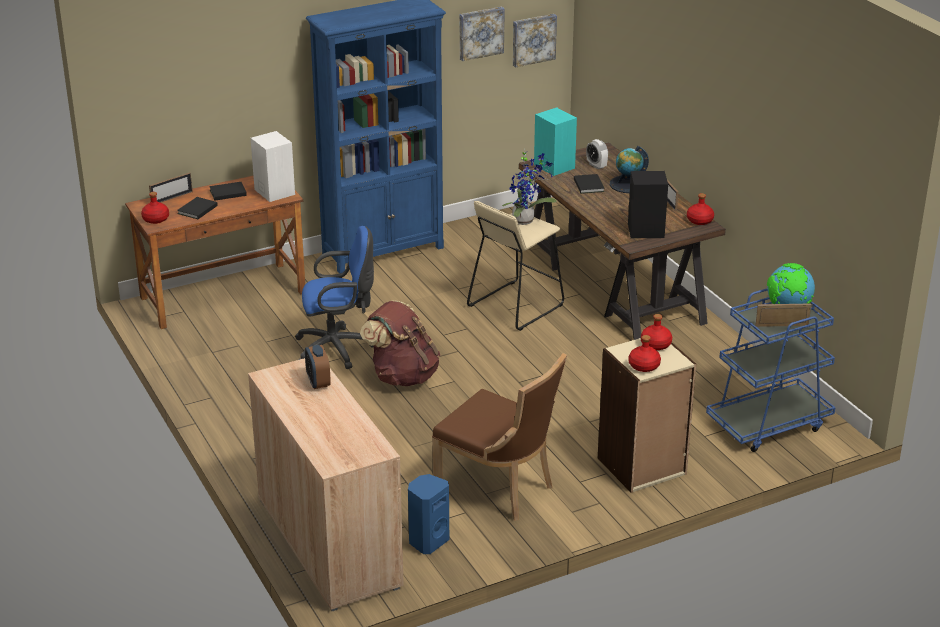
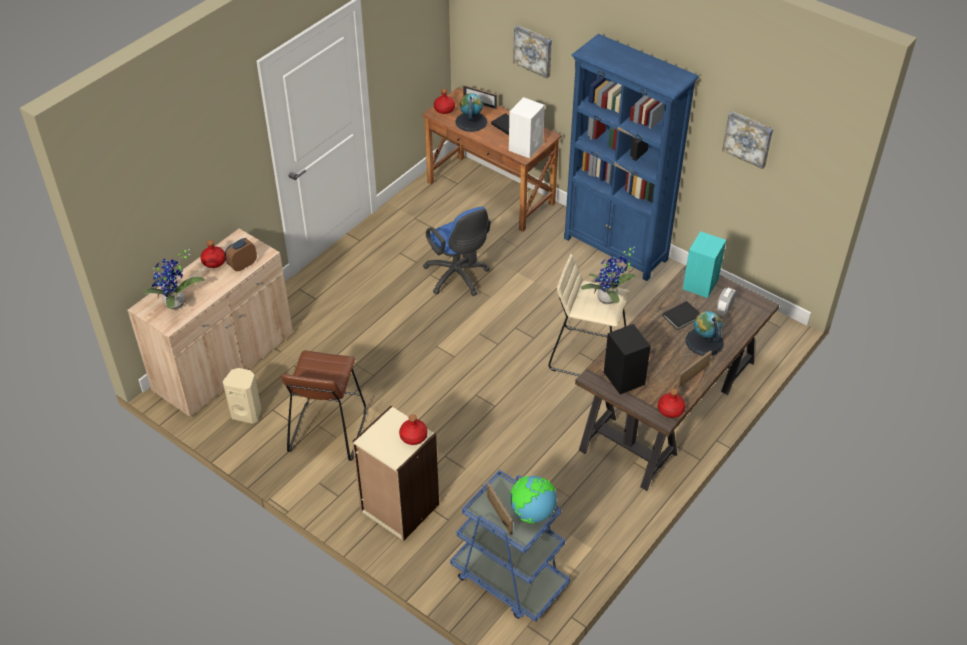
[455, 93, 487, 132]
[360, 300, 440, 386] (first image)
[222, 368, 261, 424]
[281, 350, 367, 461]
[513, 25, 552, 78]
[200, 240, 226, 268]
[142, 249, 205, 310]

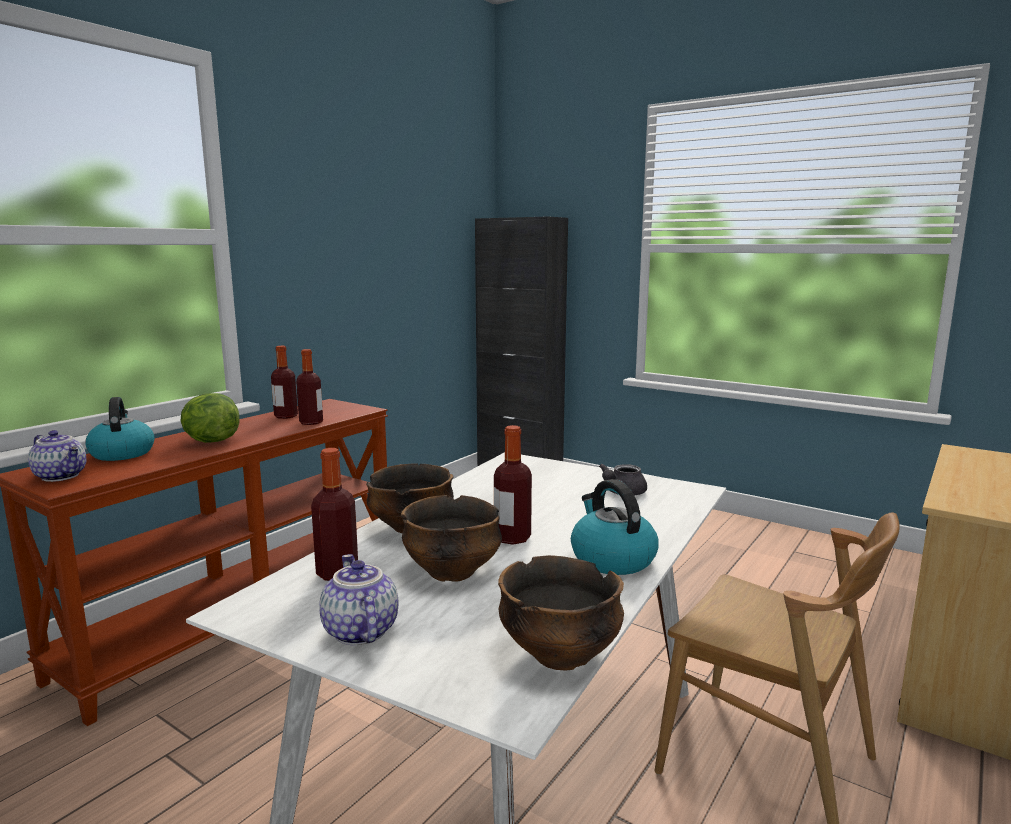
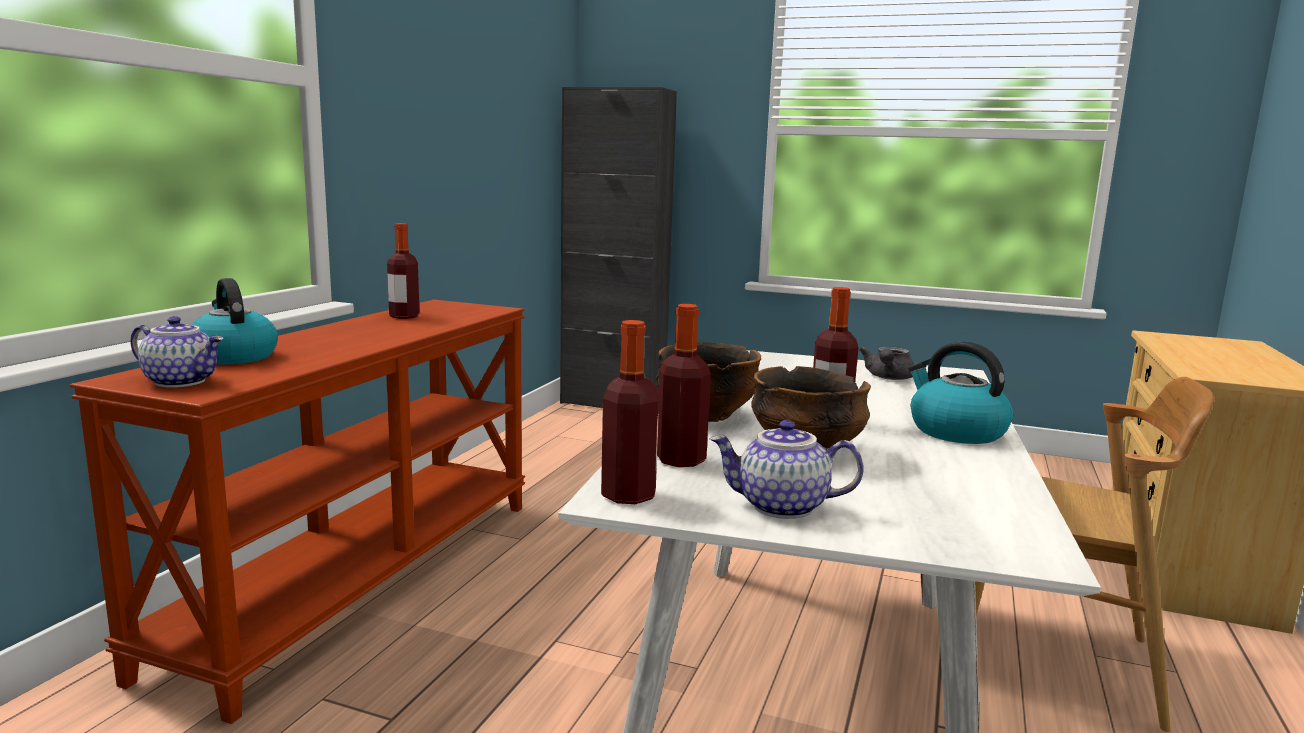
[180, 393, 240, 443] (first image)
[601, 320, 659, 504]
[709, 420, 864, 519]
[498, 555, 624, 671] (first image)

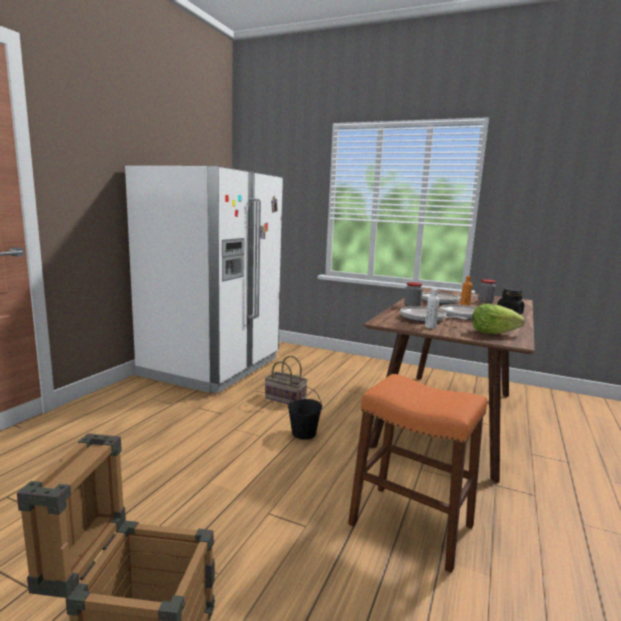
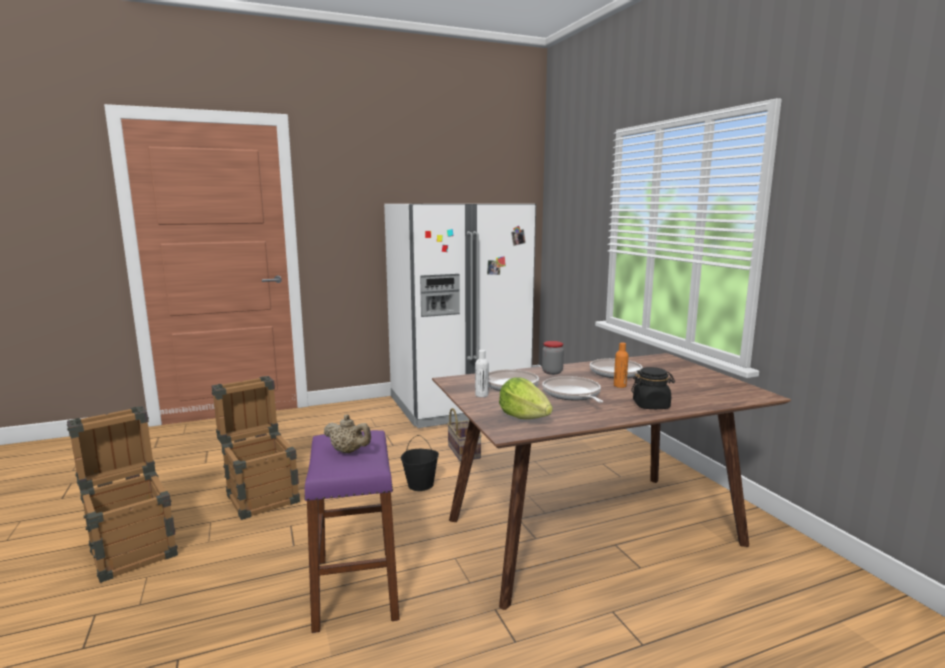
[304, 430, 399, 633]
[478, 279, 496, 303] (first image)
[211, 376, 300, 520]
[323, 414, 371, 453]

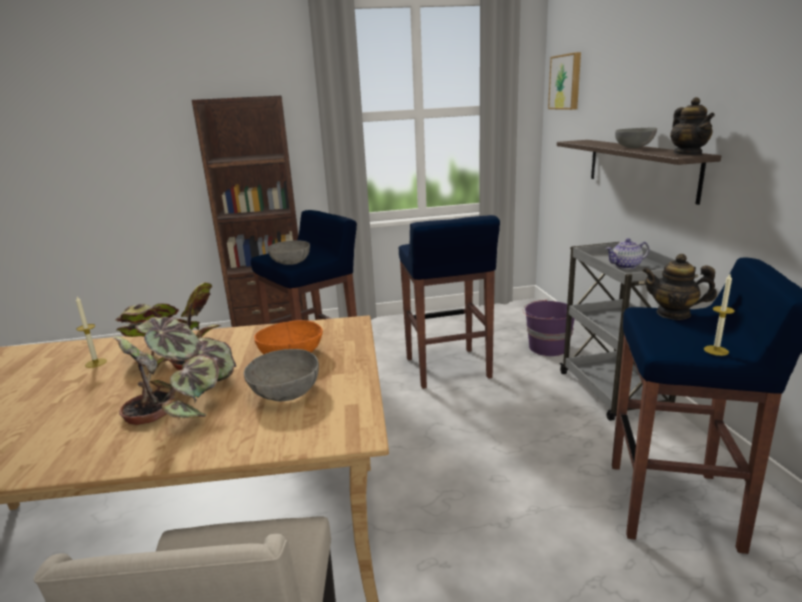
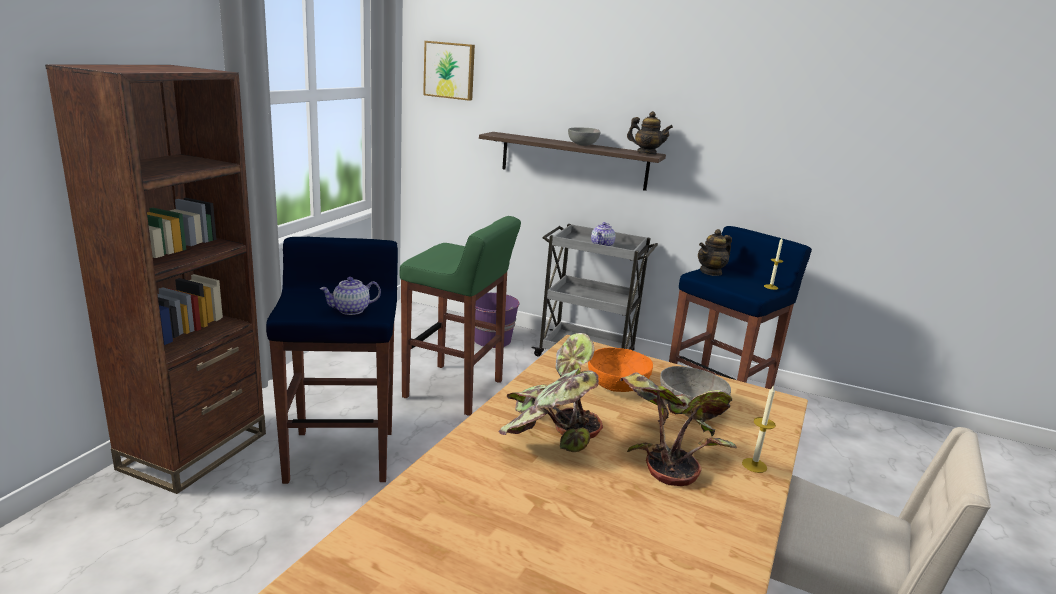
[742, 385, 776, 473]
[320, 277, 381, 315]
[400, 216, 521, 416]

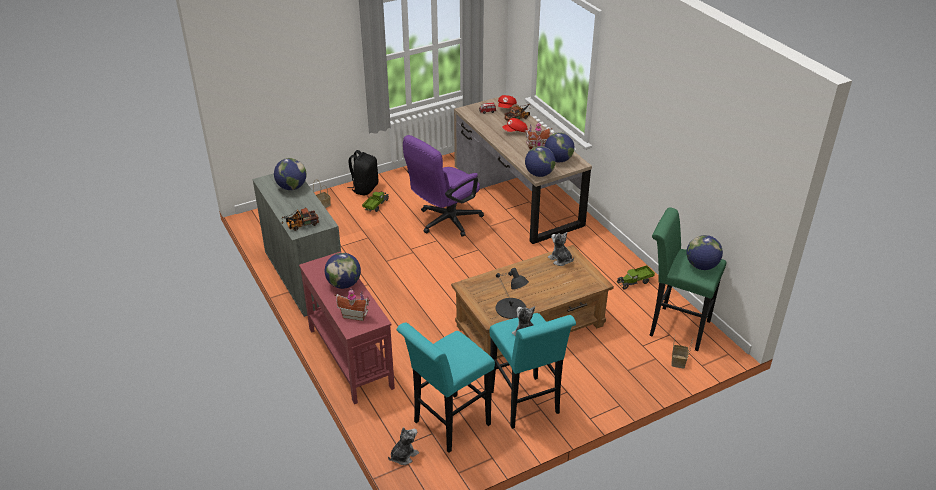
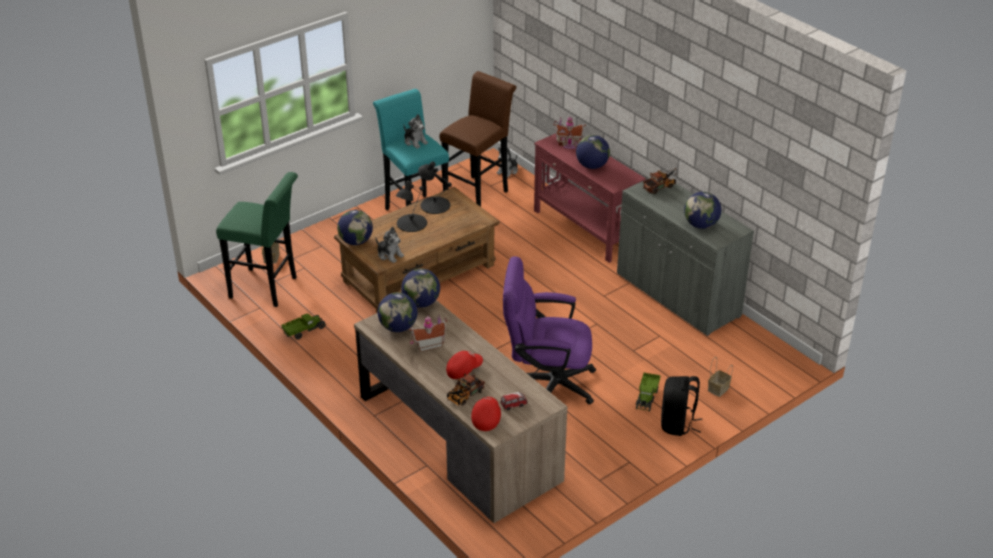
[439, 71, 516, 207]
[503, 256, 596, 404]
[337, 210, 373, 245]
[396, 181, 427, 232]

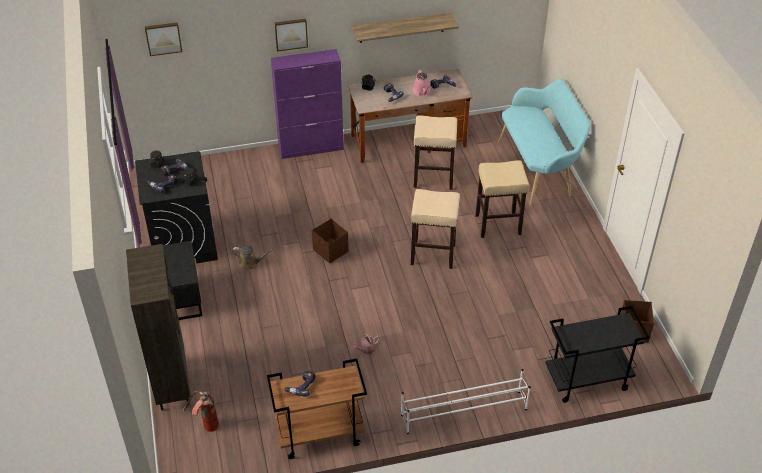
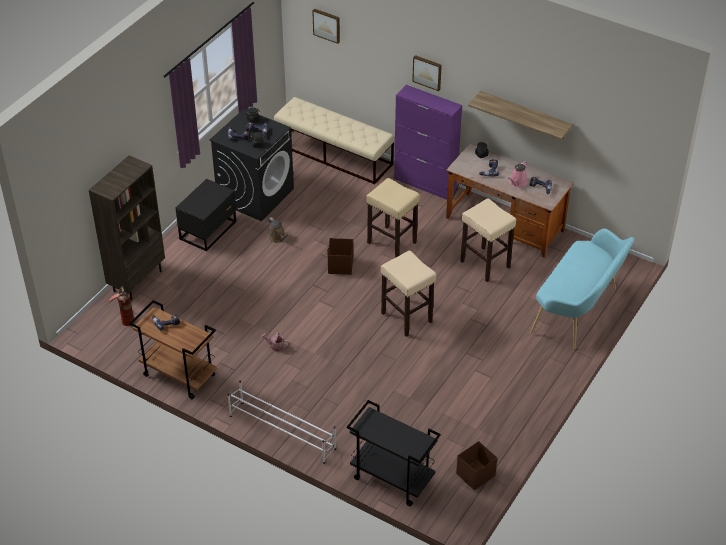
[366, 178, 420, 258]
[274, 97, 395, 185]

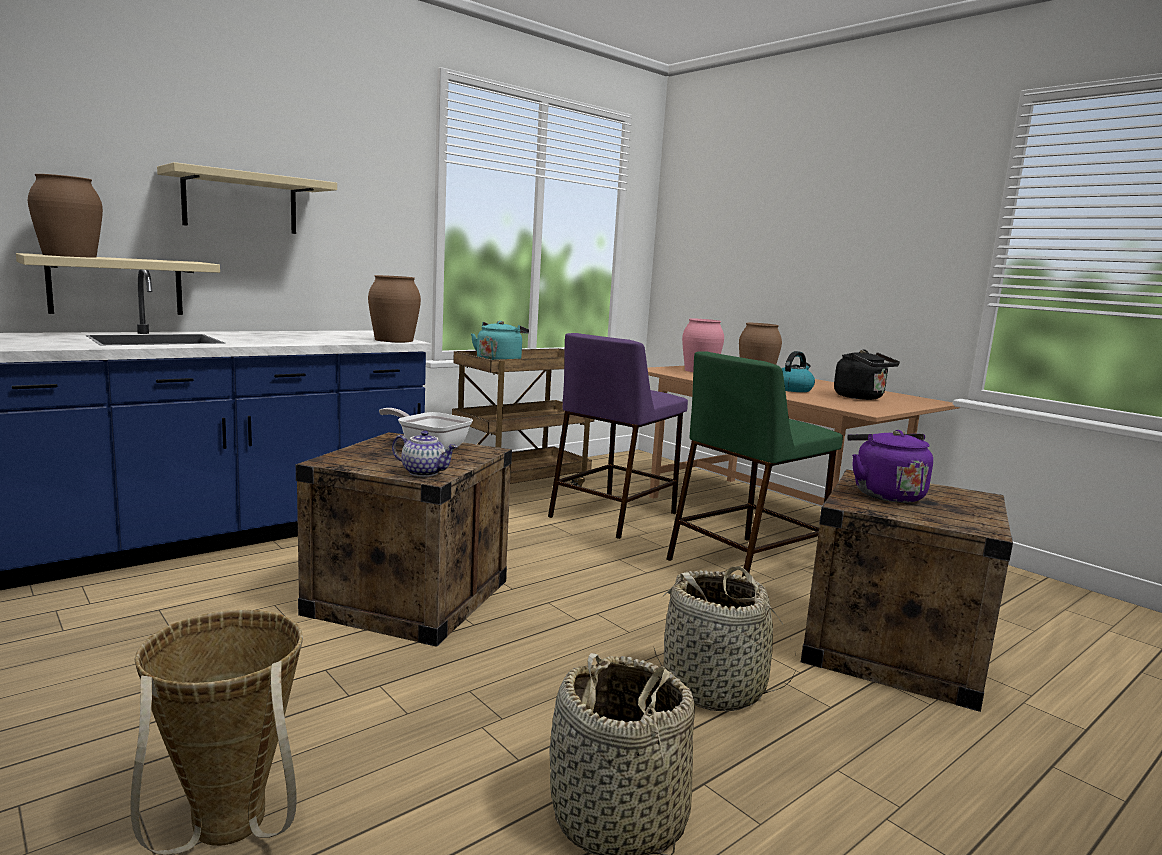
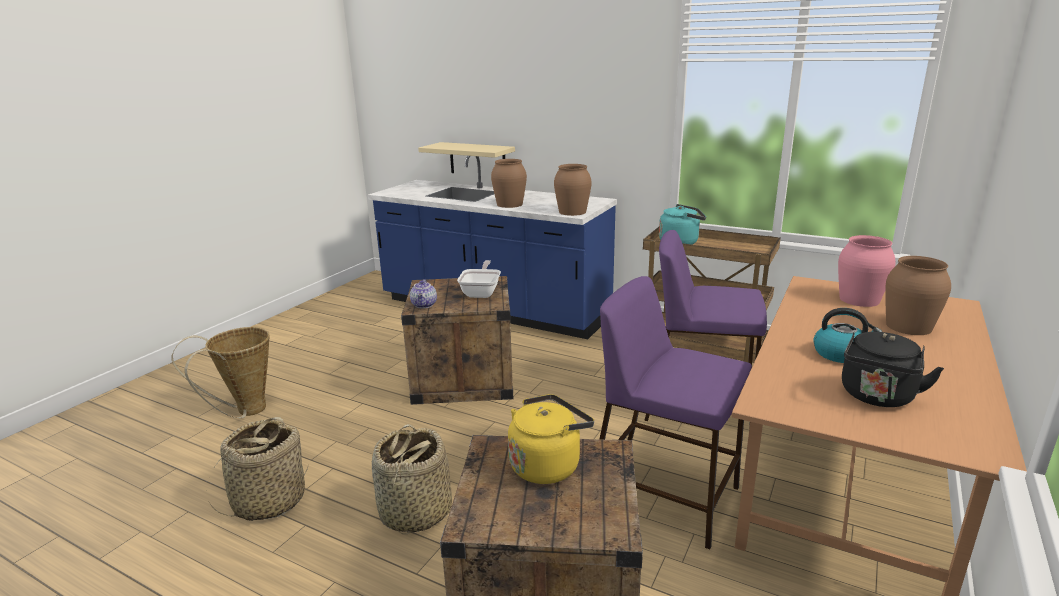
[491, 159, 527, 208]
[157, 162, 337, 234] (first image)
[600, 276, 752, 549]
[508, 394, 594, 484]

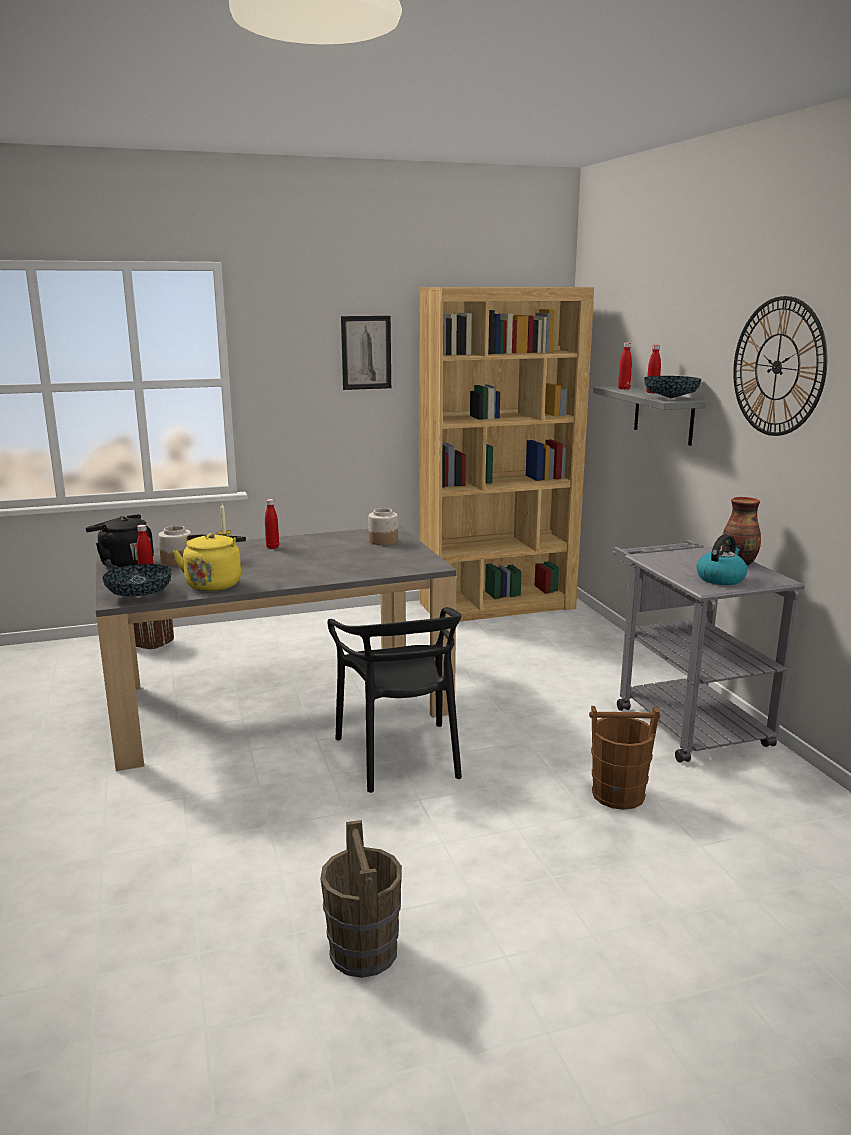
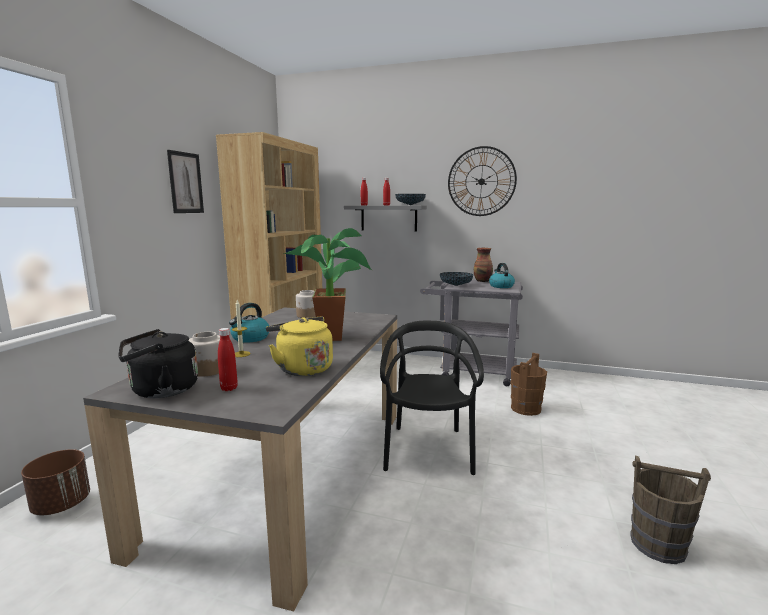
[440, 272, 473, 286]
[229, 303, 269, 343]
[380, 321, 484, 475]
[284, 228, 372, 341]

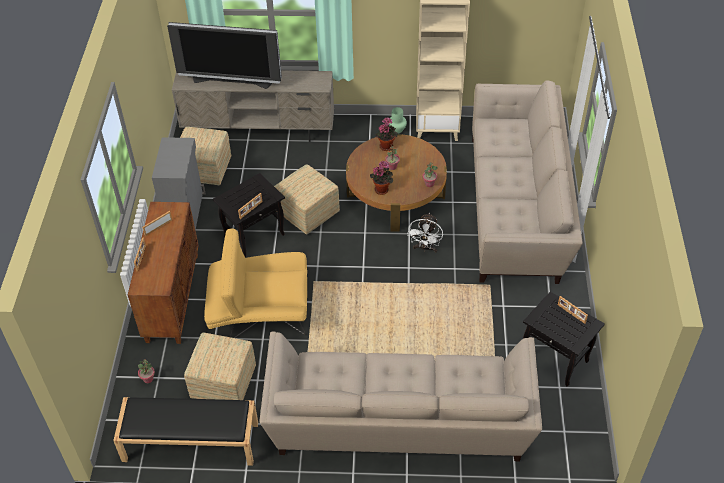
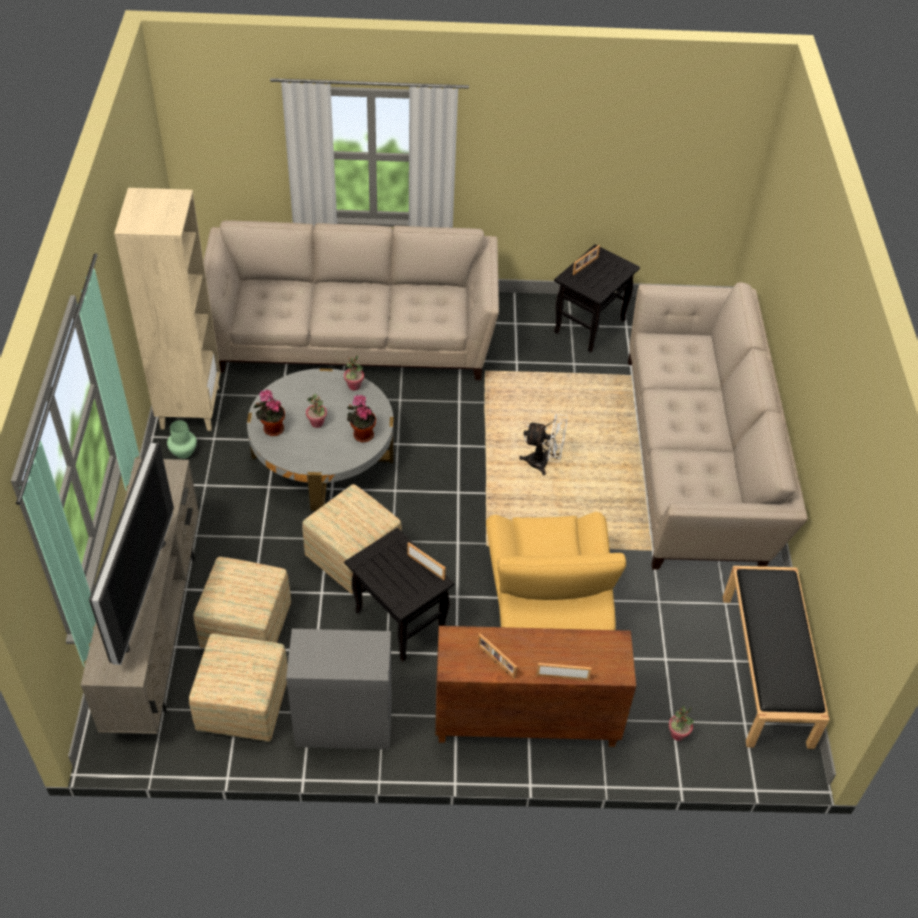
[193, 557, 291, 648]
[247, 368, 394, 511]
[519, 414, 568, 475]

